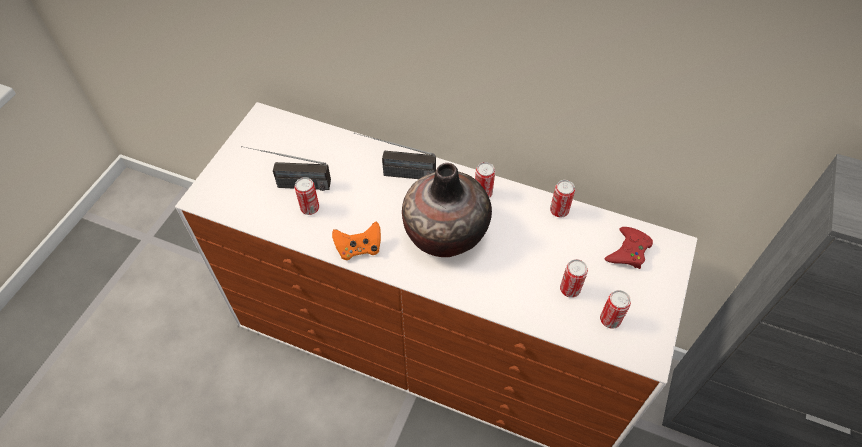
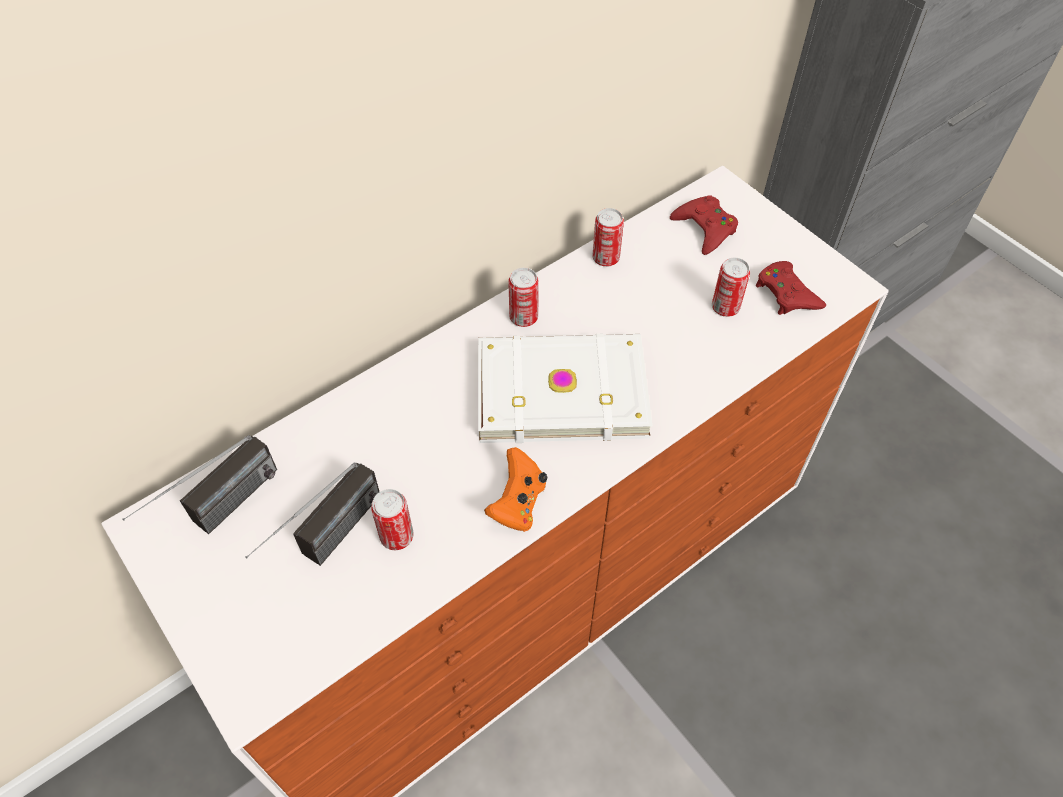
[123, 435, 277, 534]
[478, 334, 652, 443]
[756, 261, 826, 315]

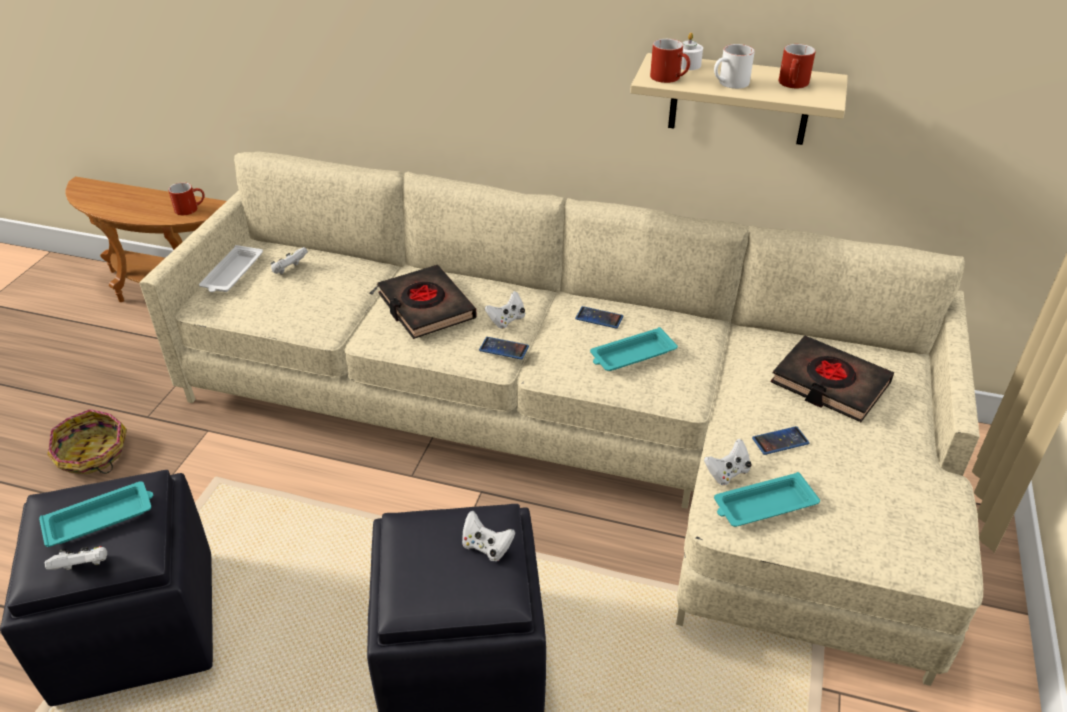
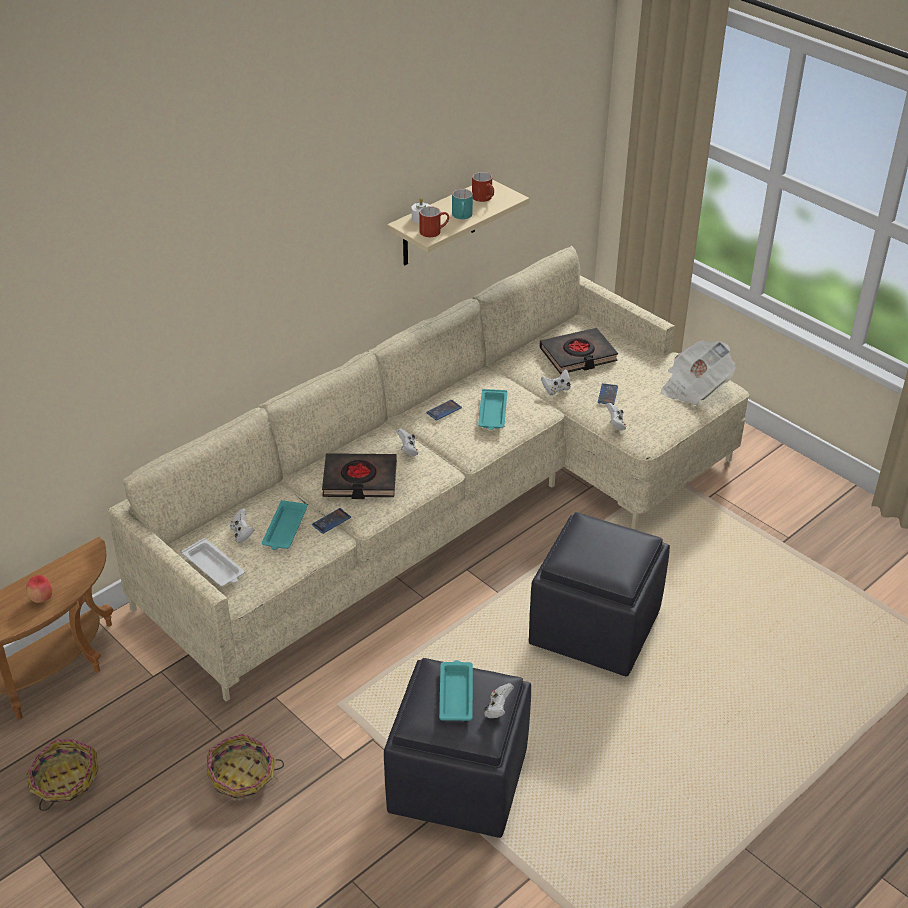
[168, 182, 205, 215] (first image)
[541, 369, 570, 395]
[312, 508, 351, 534]
[452, 189, 473, 219]
[262, 500, 307, 550]
[26, 575, 52, 603]
[26, 740, 98, 811]
[661, 340, 736, 405]

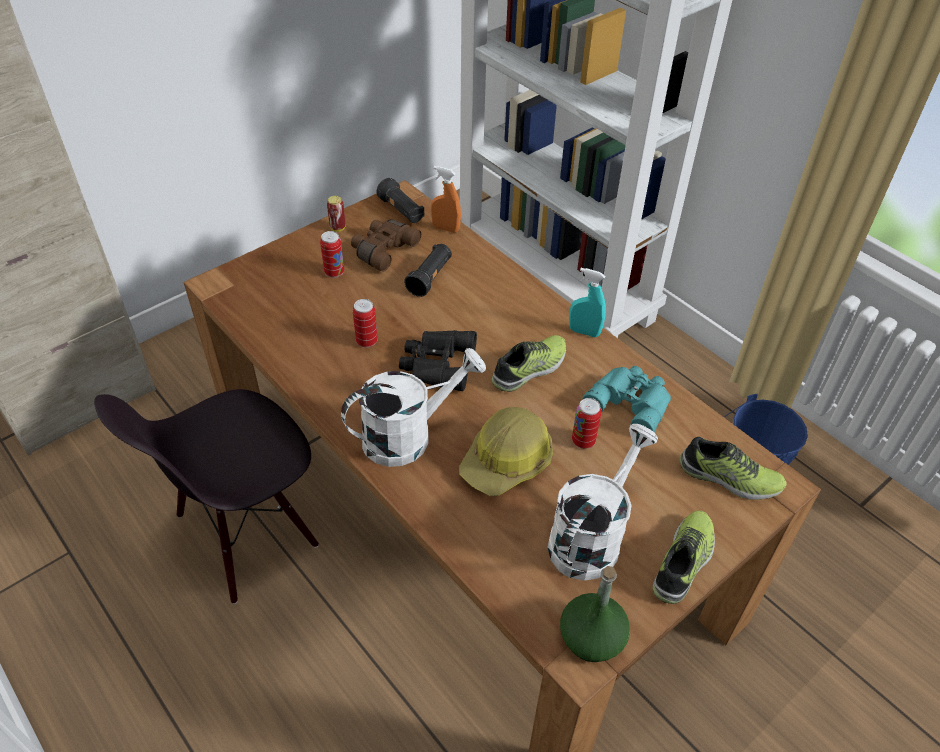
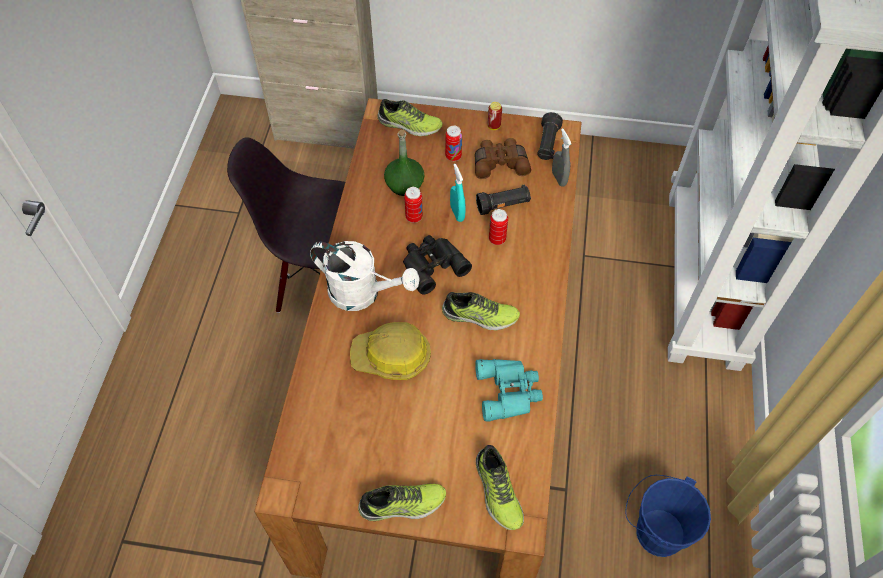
[552, 128, 571, 187]
[548, 424, 658, 581] (first image)
[384, 130, 424, 196]
[450, 164, 465, 222]
[489, 209, 508, 245]
[377, 99, 443, 136]

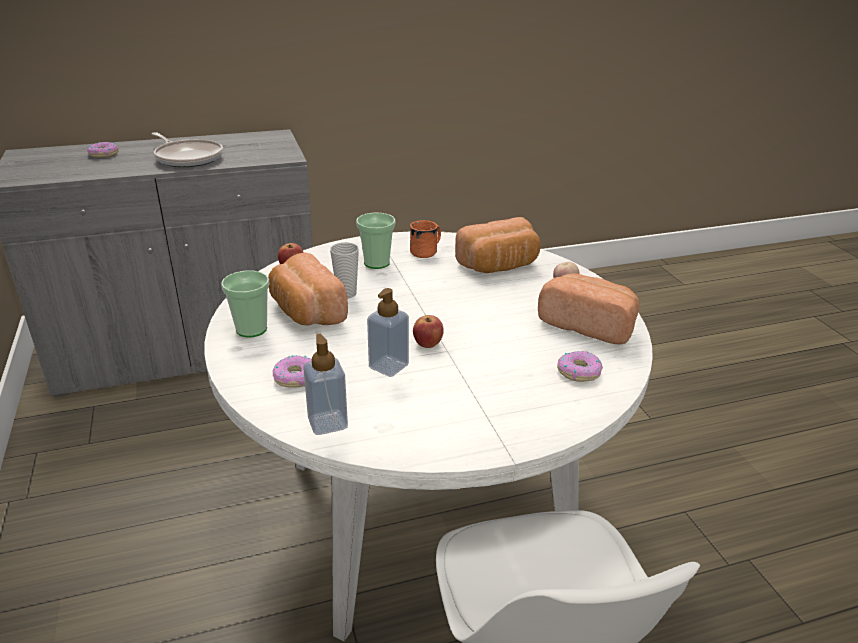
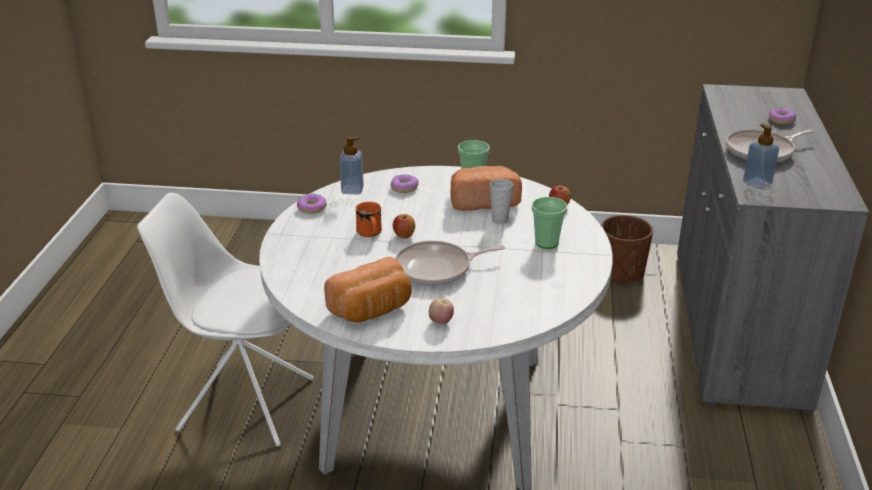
[743, 123, 780, 189]
[356, 202, 382, 237]
[455, 217, 541, 273] (first image)
[297, 193, 327, 214]
[395, 241, 505, 286]
[601, 215, 653, 284]

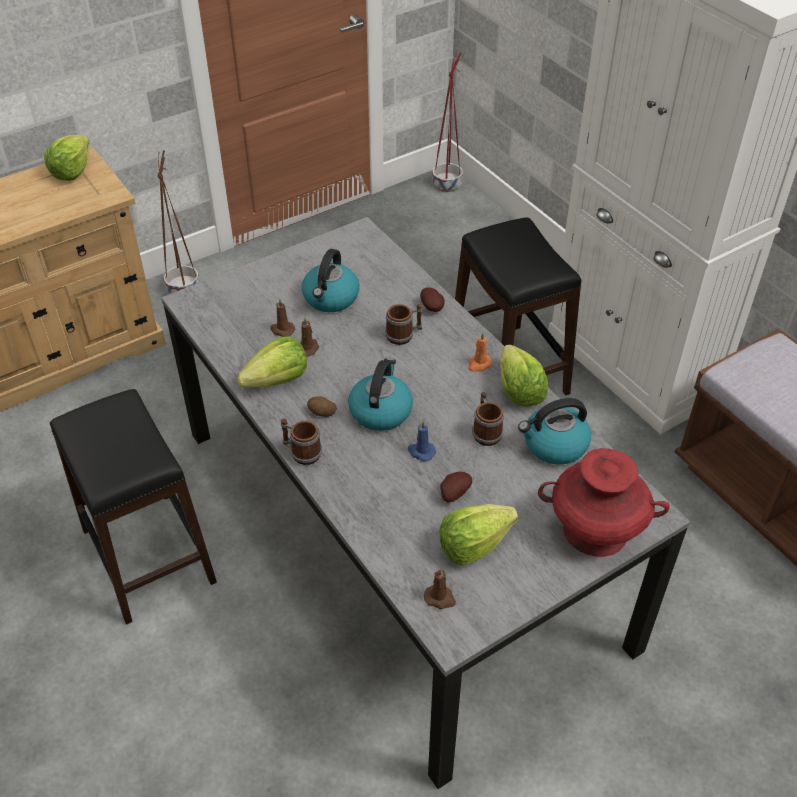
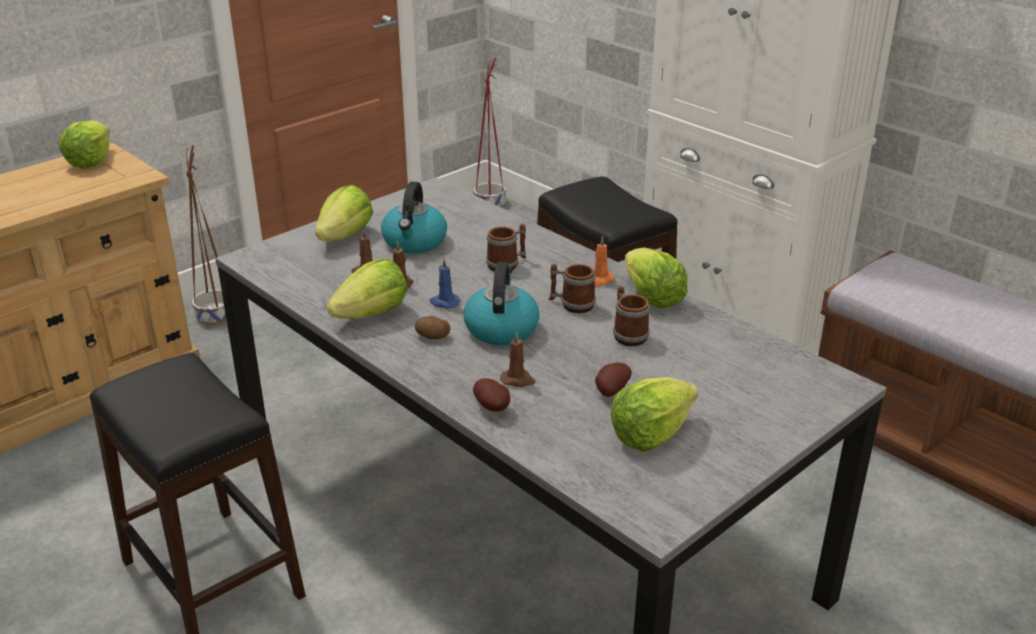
[549, 264, 596, 313]
[430, 258, 461, 309]
[473, 378, 510, 412]
[500, 332, 536, 387]
[518, 398, 591, 465] (first image)
[538, 448, 670, 557] (first image)
[315, 185, 373, 241]

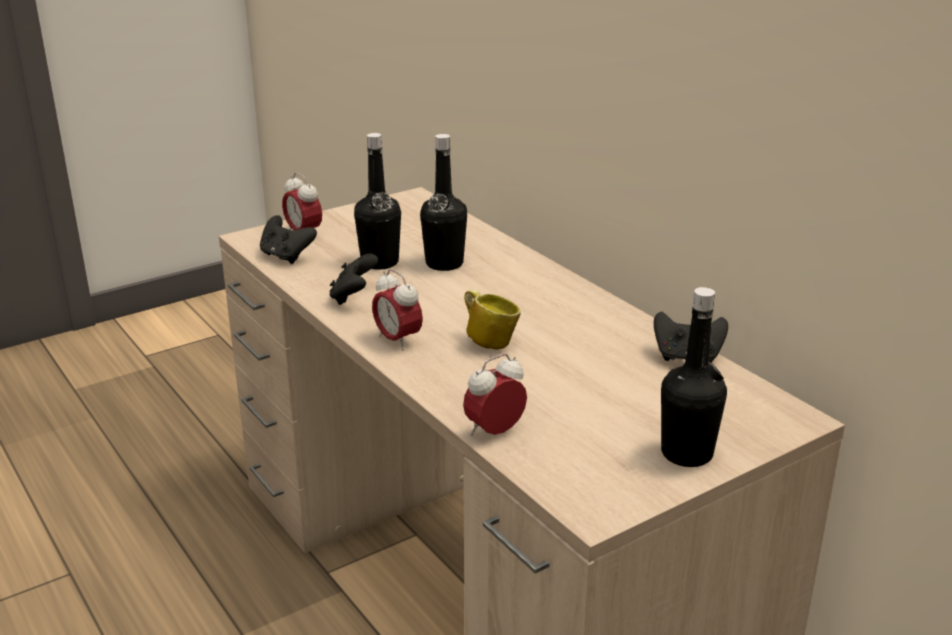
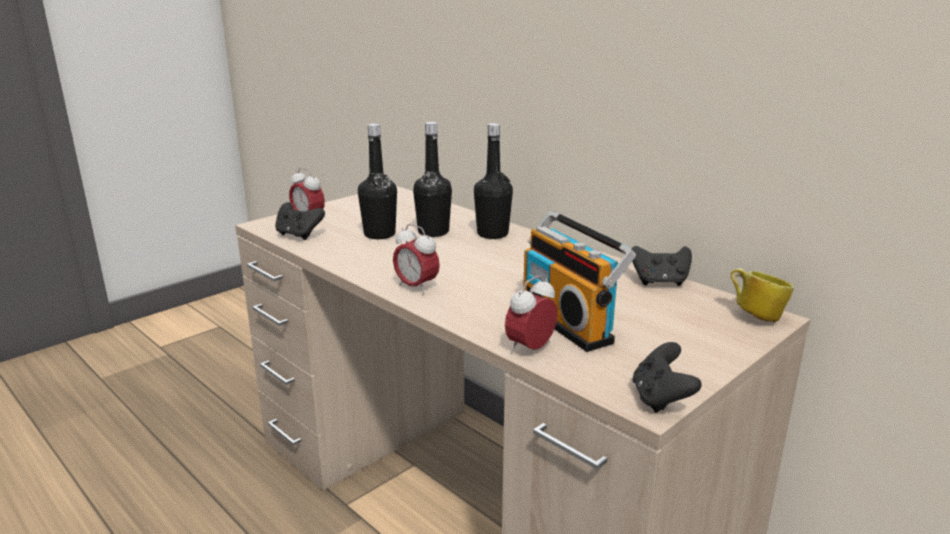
[633, 342, 702, 413]
[731, 268, 794, 322]
[474, 123, 513, 239]
[523, 211, 636, 352]

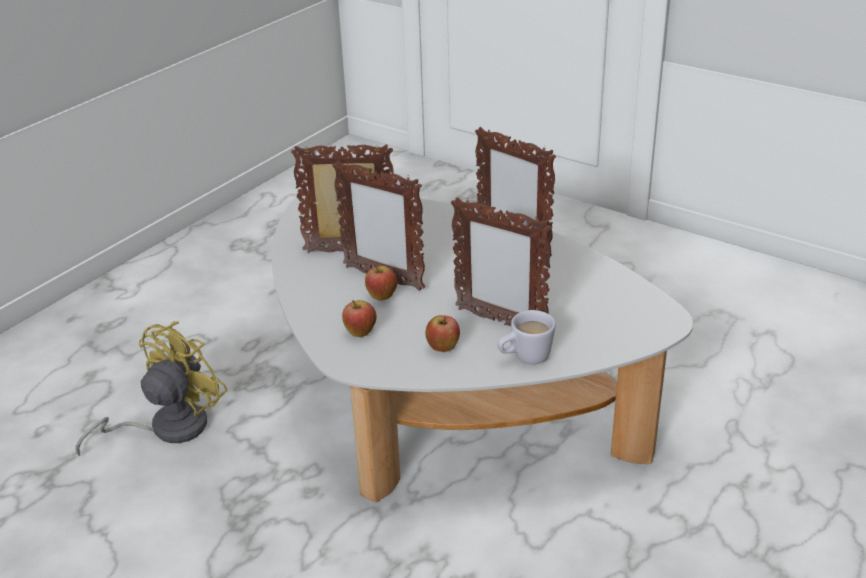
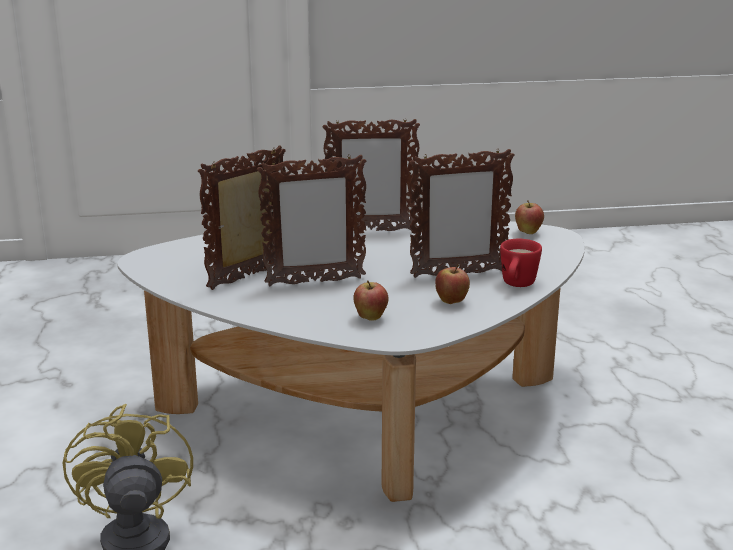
[515, 200, 544, 234]
[500, 239, 542, 287]

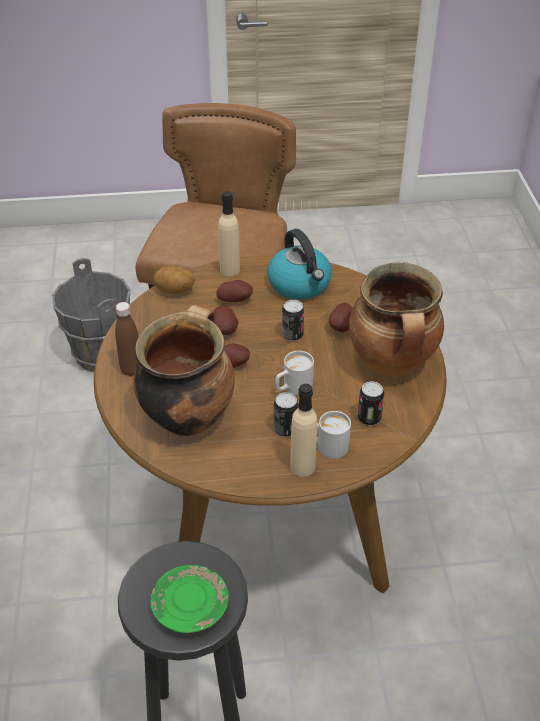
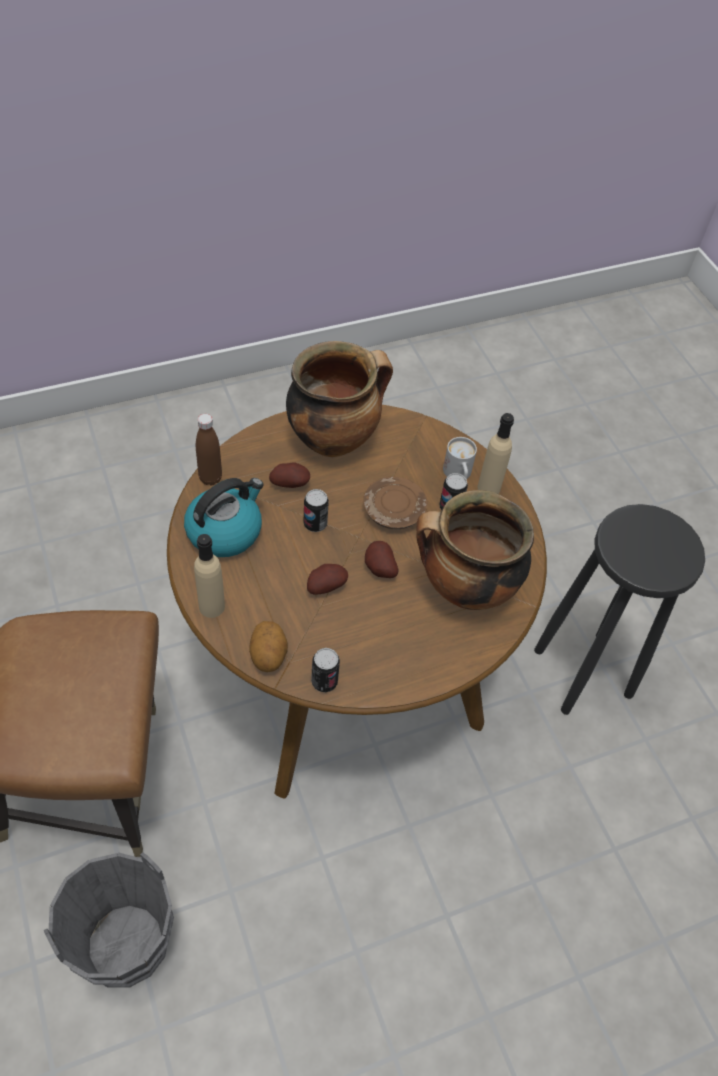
[196, 414, 222, 486]
[150, 565, 229, 634] (first image)
[216, 280, 253, 302] (first image)
[363, 477, 428, 529]
[311, 648, 340, 692]

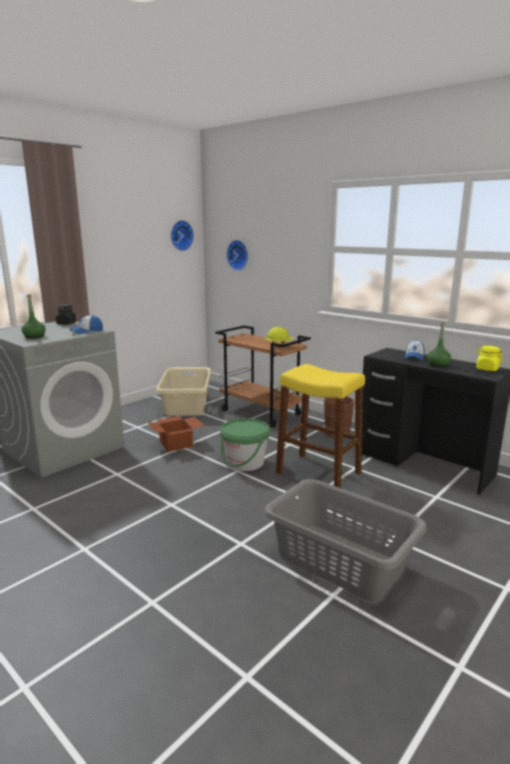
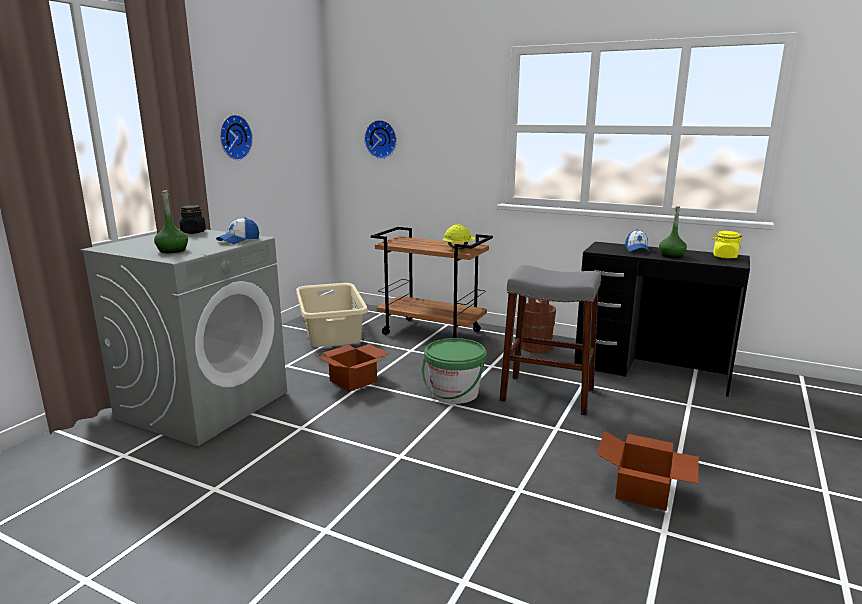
[220, 114, 253, 160]
[597, 431, 699, 511]
[499, 265, 601, 416]

